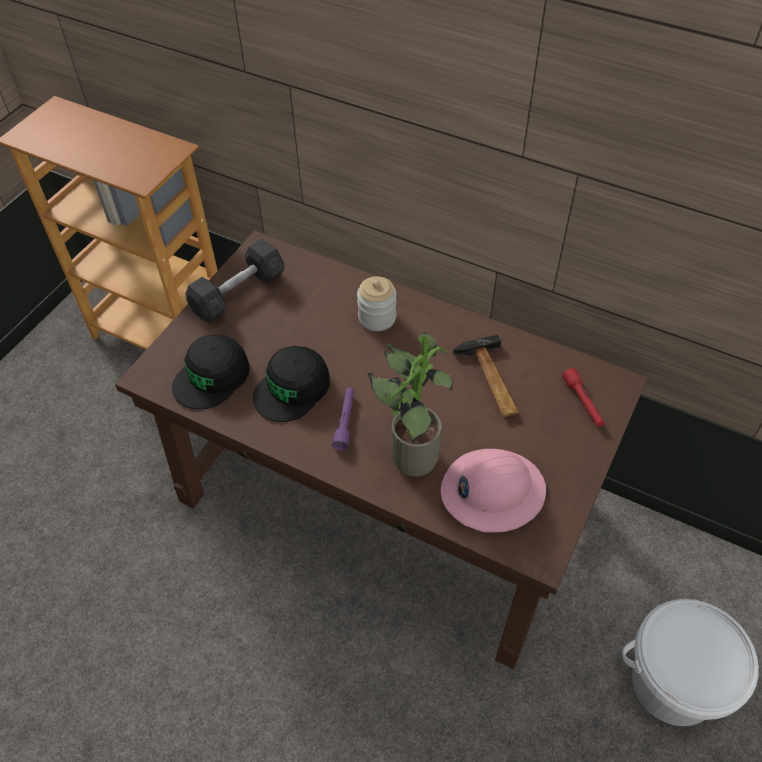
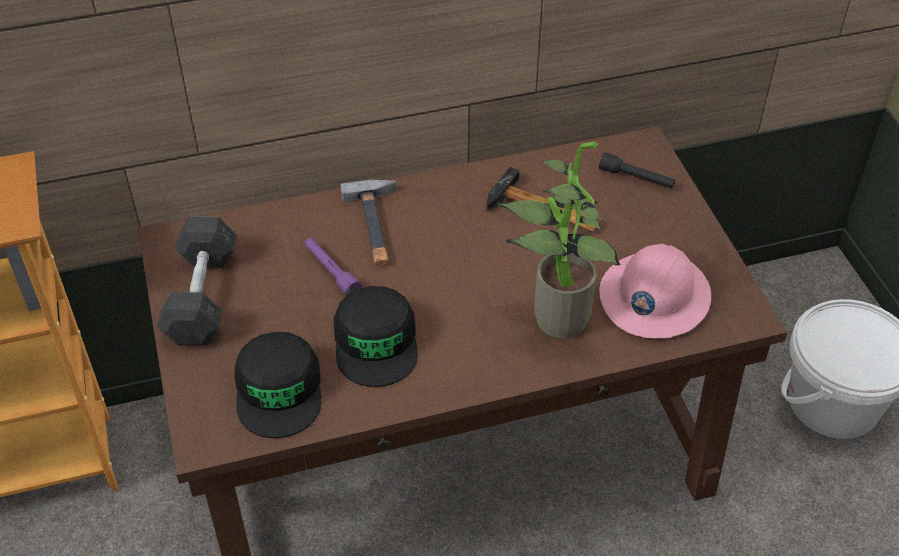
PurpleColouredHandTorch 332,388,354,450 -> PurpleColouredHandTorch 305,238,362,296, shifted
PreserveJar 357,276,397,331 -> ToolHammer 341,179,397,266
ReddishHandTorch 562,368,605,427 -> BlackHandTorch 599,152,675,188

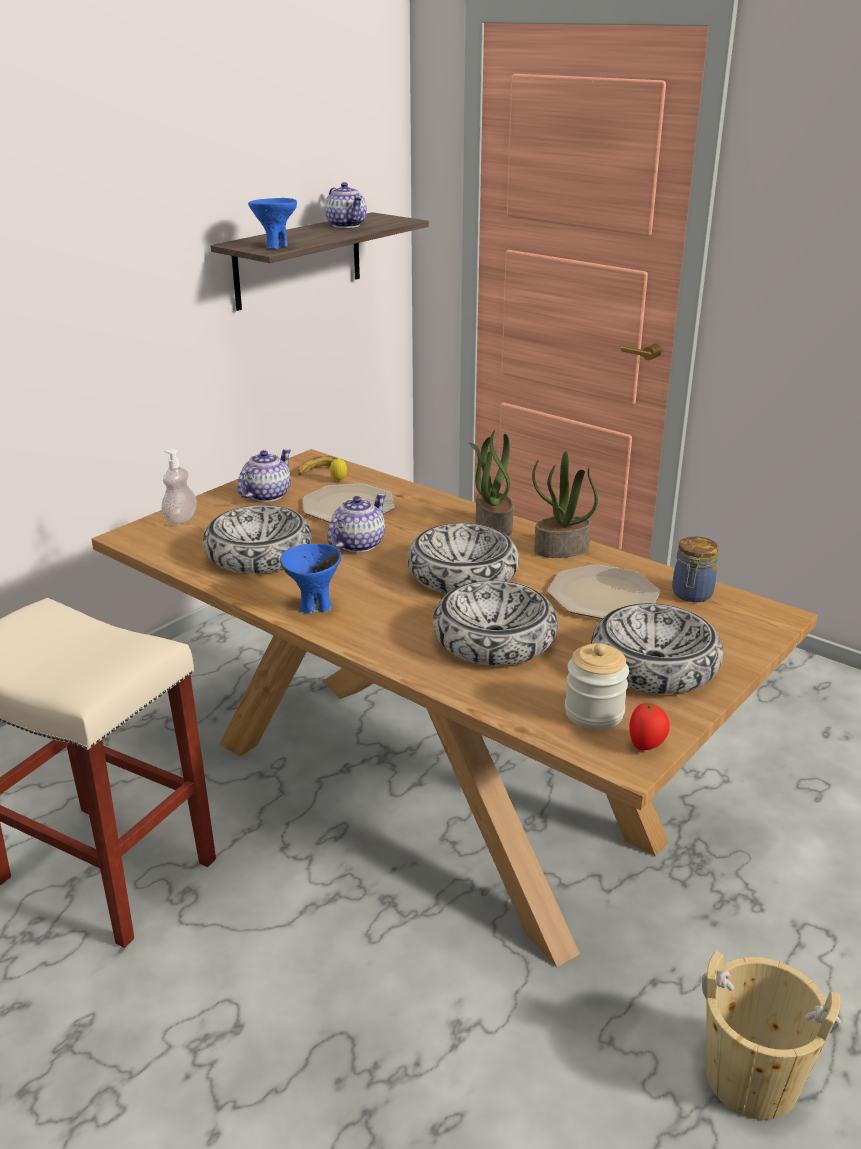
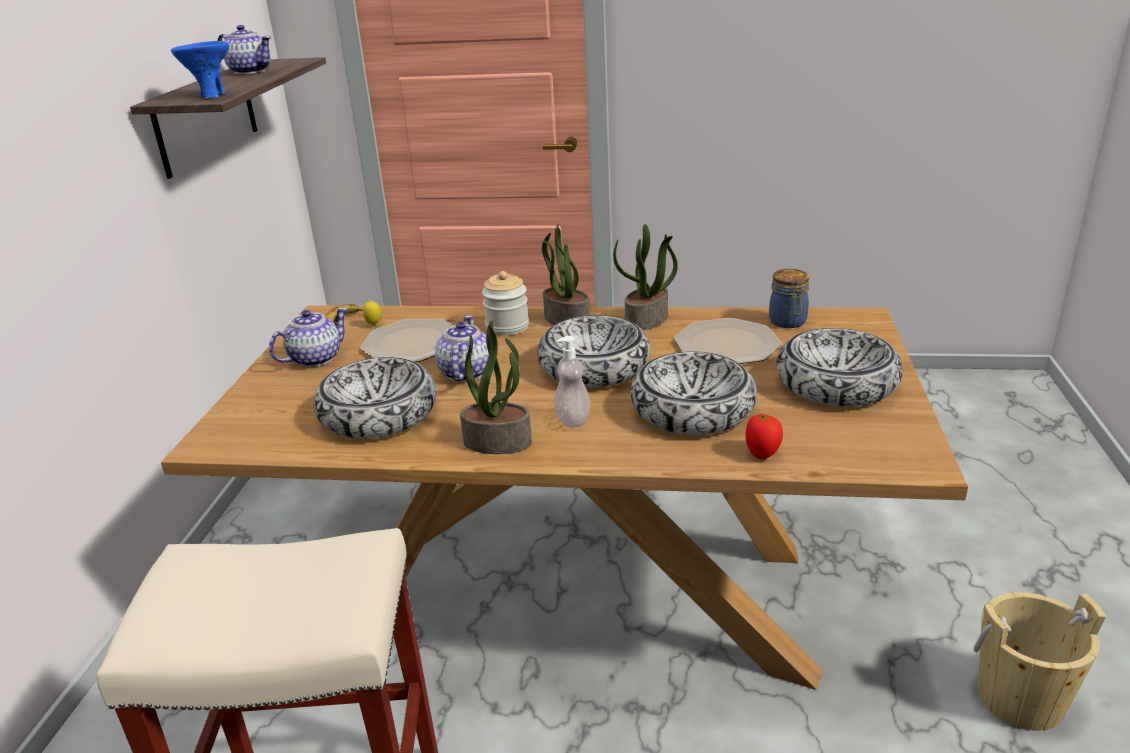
SoapBottle 161,449,197,524 -> SoapBottle 554,336,590,428, shifted
PreserveJar 565,643,629,730 -> PreserveJar 482,271,529,336, shifted
FreshTomato 630,702,670,751 -> FreshTomato 746,412,783,459, shifted
BluishBowl 280,544,342,614 -> Houseplant 460,321,532,454
Teapot 237,449,291,502 -> Teapot 269,308,348,367, 45 degrees clockwise

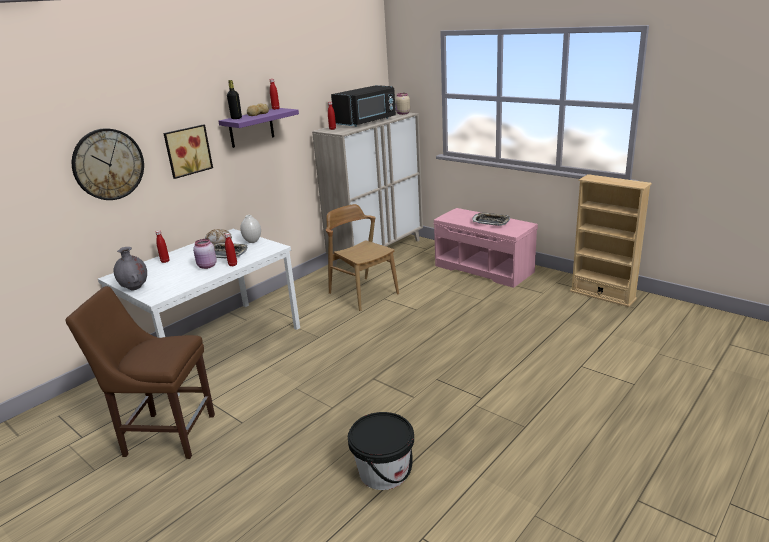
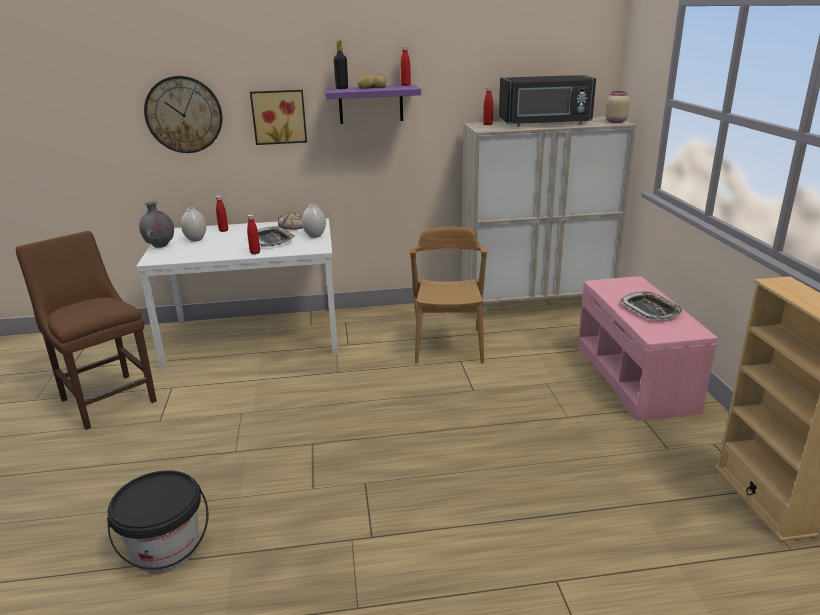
PinkishPreserveJar 193,239,217,269 -> none
none -> WhitishFlowerVase 181,207,206,242

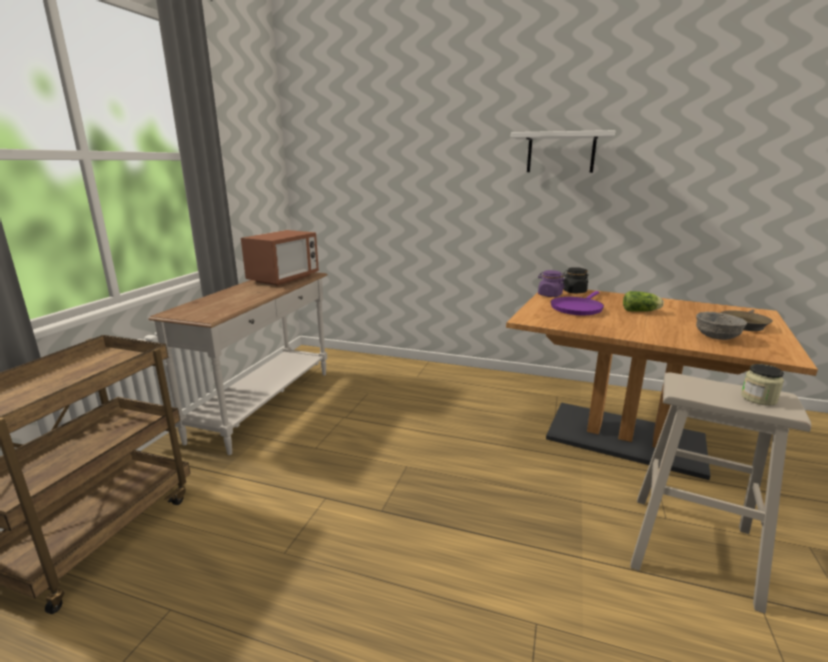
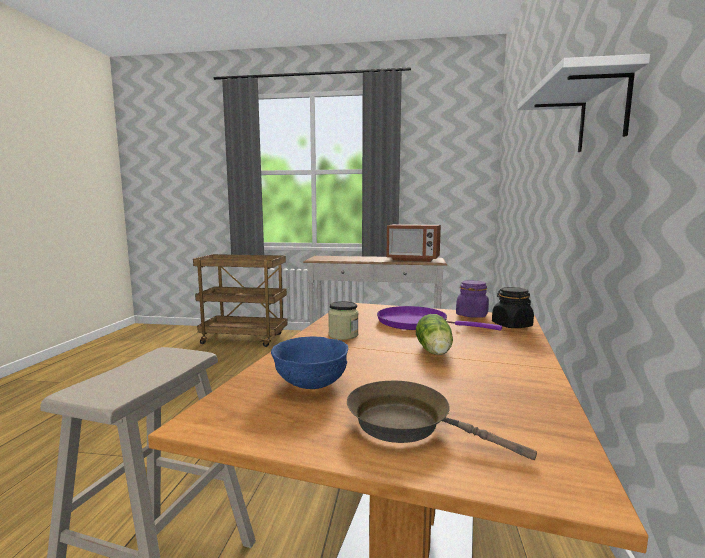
PreserveJar 741,364,784,406 -> PreserveJar 328,301,358,340, shifted
GrayBowl 696,312,747,340 -> BluishBowl 271,336,348,389

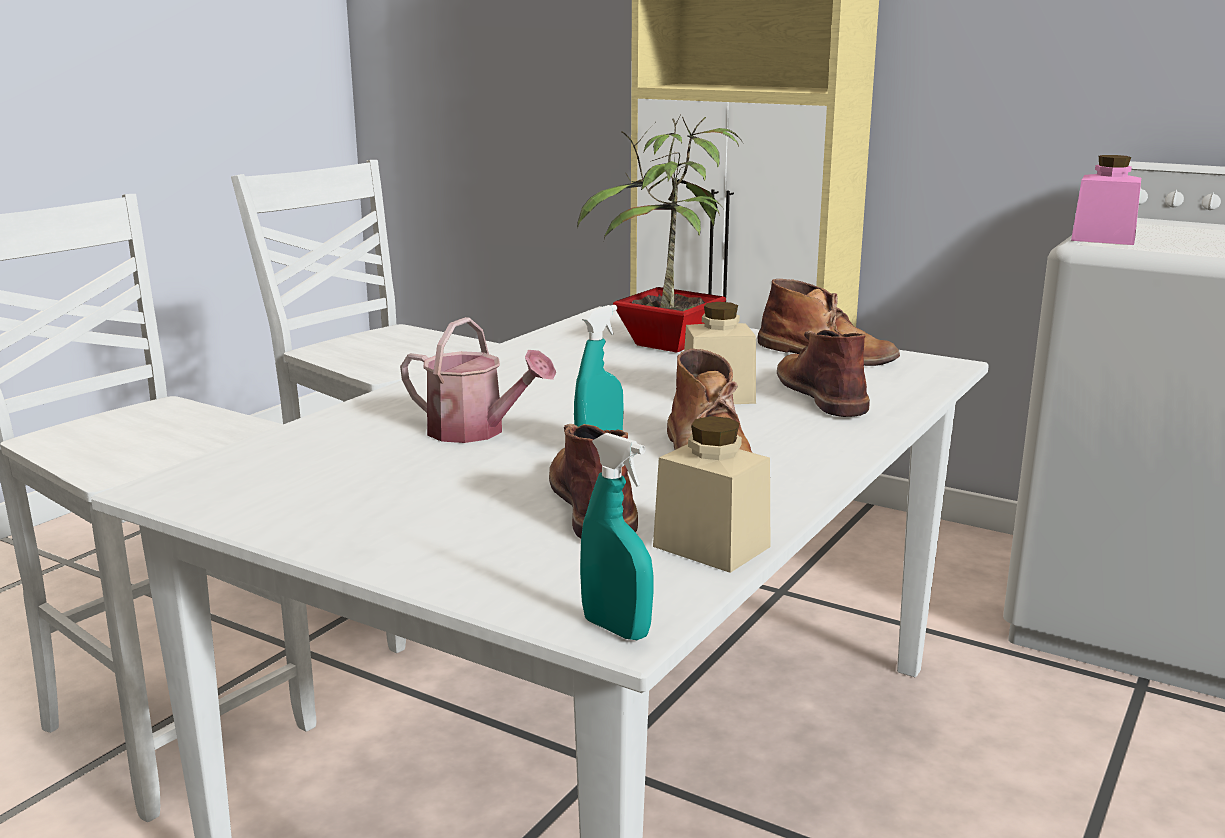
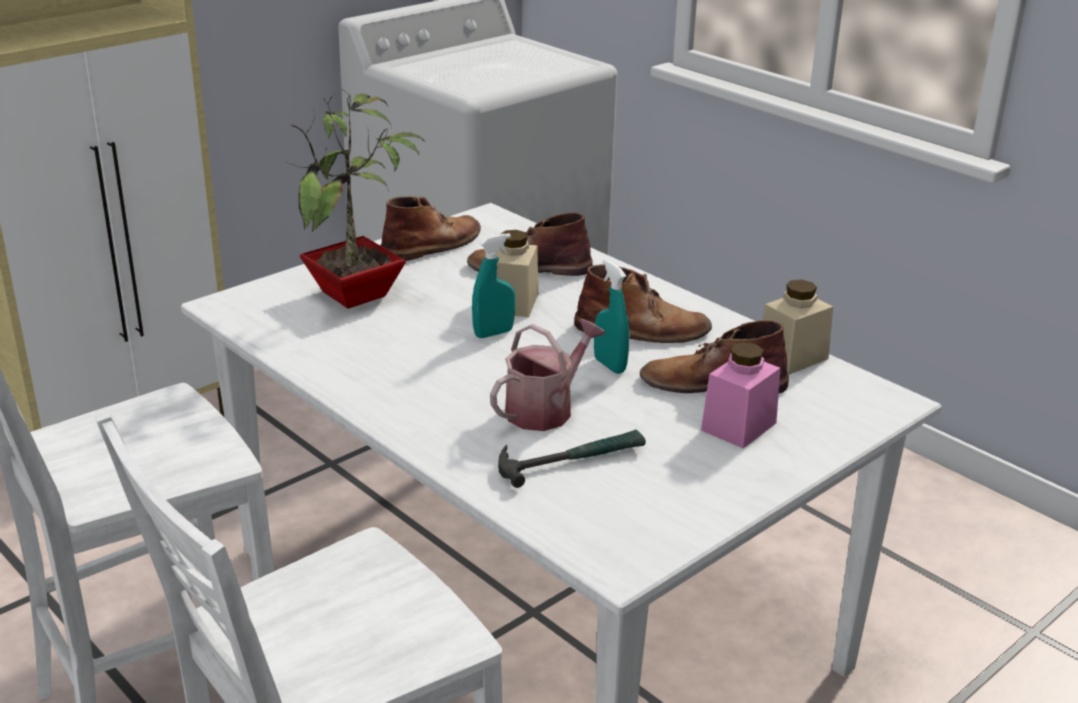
none -> ToolHammer 498,430,646,488
BlueGreenSprayBottle 580,433,653,640 -> BlueGreenSprayBottle 472,233,516,338, shifted
PinkishPreserveJar 1071,155,1141,245 -> PinkishPreserveJar 701,342,780,448, shifted

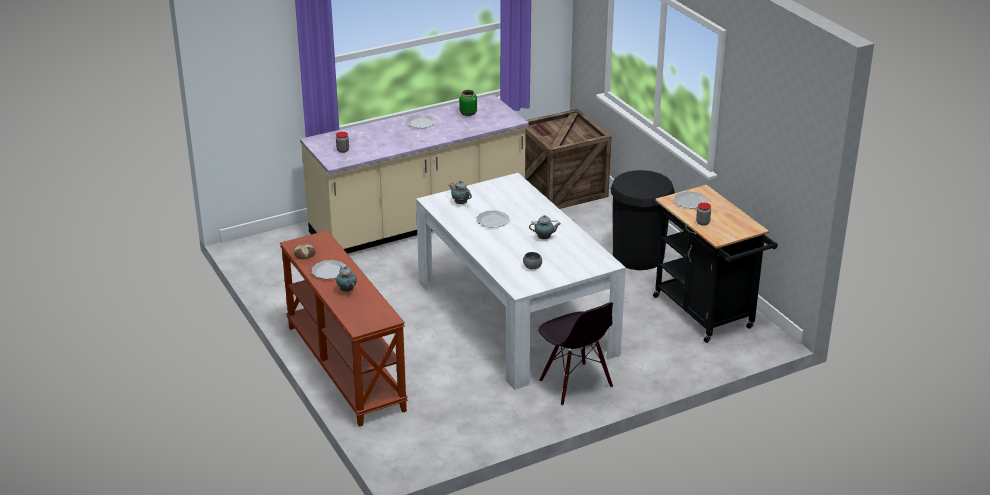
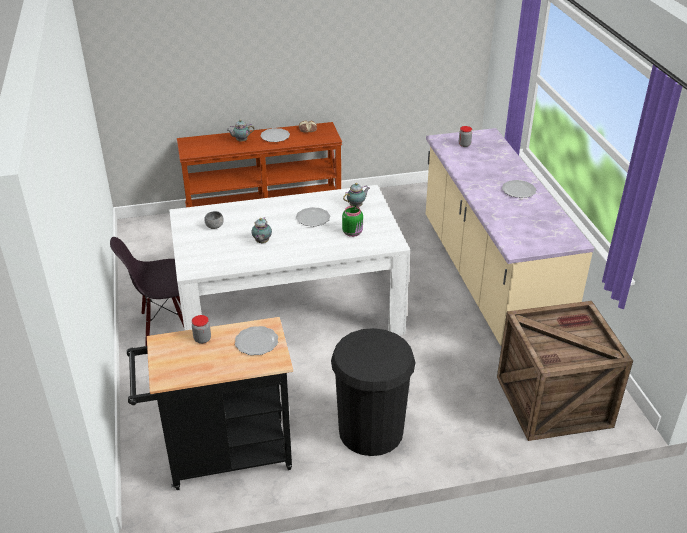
GreenColouredPreserveJar 459,90,477,116 -> GreenColouredPreserveJar 342,205,363,237, shifted

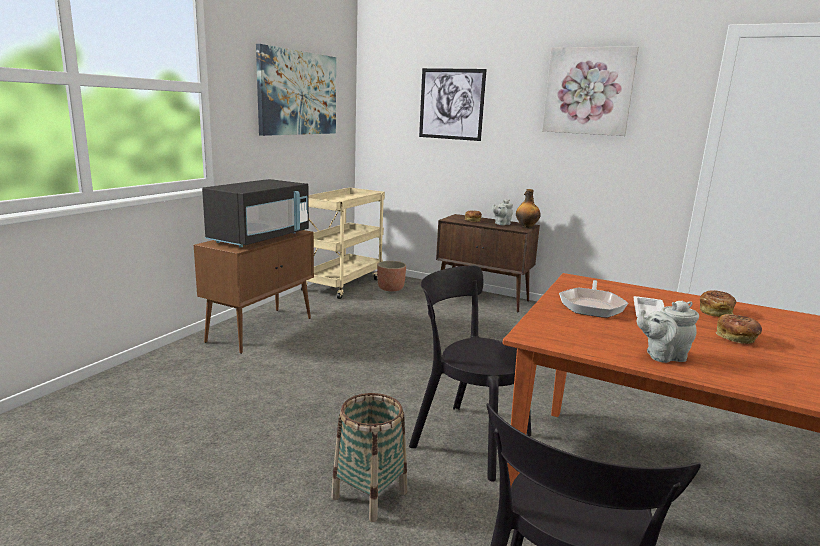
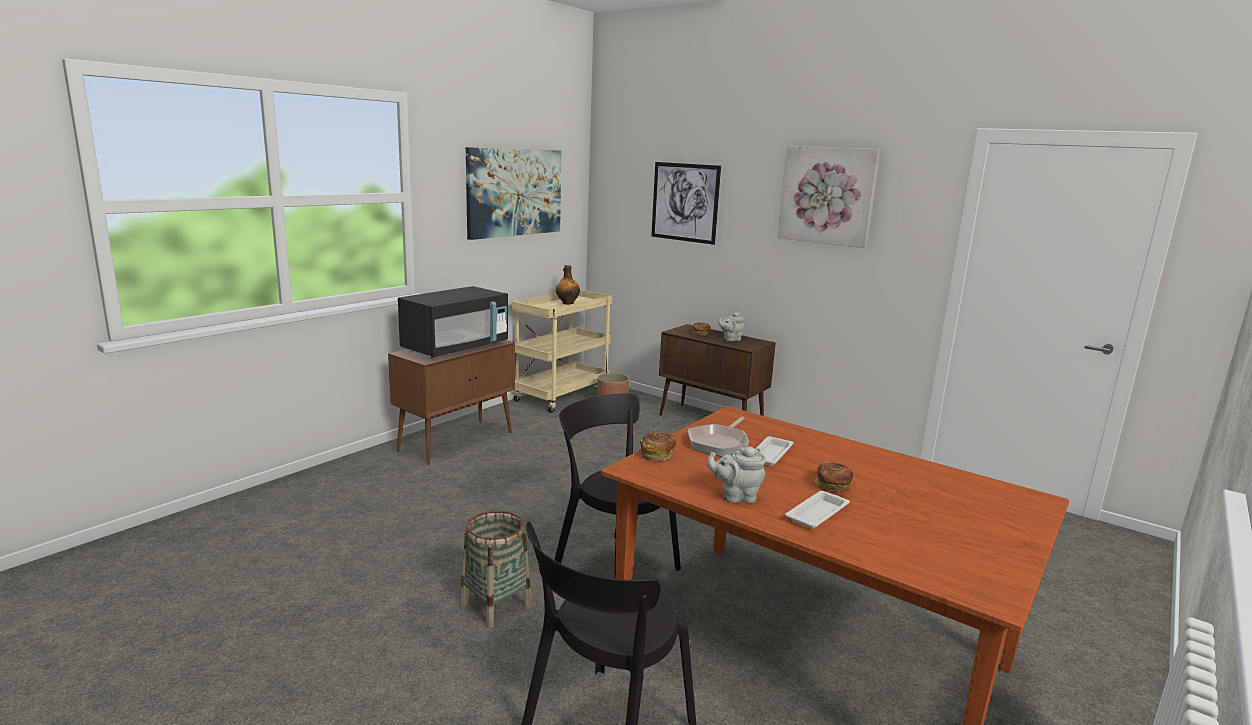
none -> WhitishTray 785,491,850,529
Bottle 516,189,541,229 -> Bottle 556,265,580,305, shifted
BakedBread 700,290,736,317 -> BakedBread 640,432,676,460, shifted

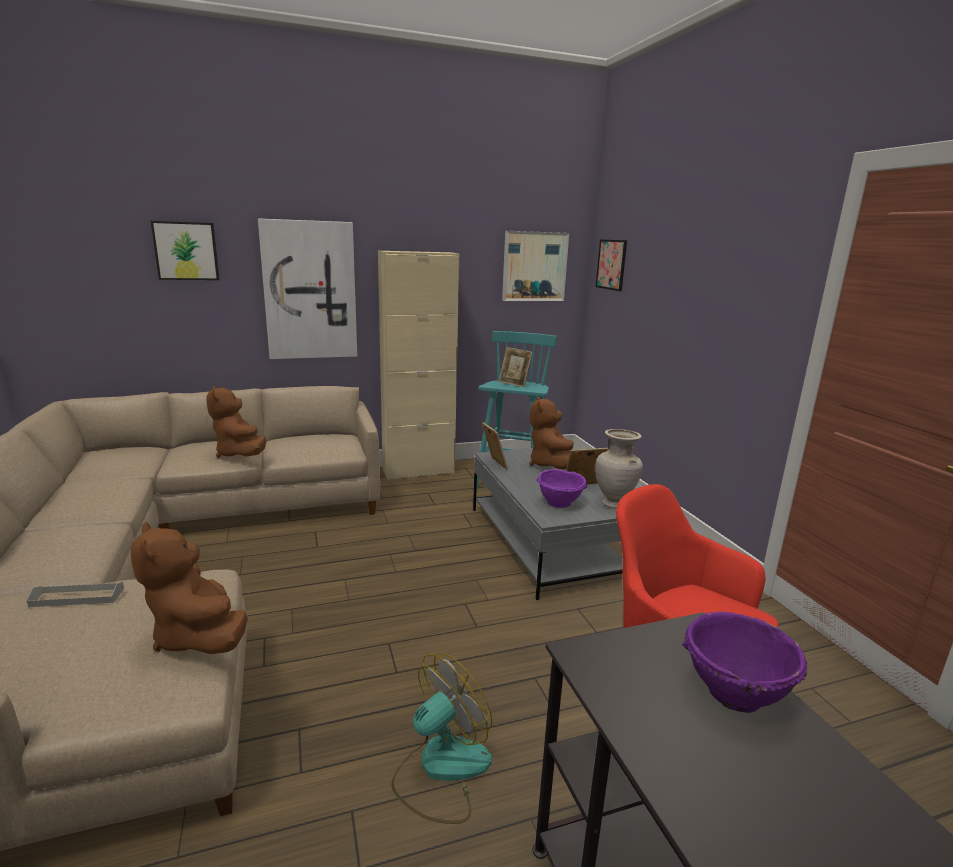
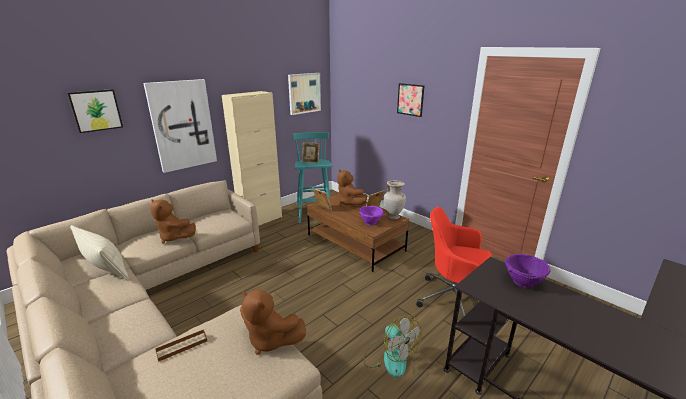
none -> SandColouredThrowPillow 70,225,129,281
WallPicture 595,240,627,291 -> WallPicture 397,83,424,117, shifted
GrayTray 27,582,124,607 -> BrownishTray 155,329,207,362
GrayLowTable 473,448,623,600 -> BrownishLowTable 307,193,409,272
ElectricFan 391,653,492,824 -> ElectricFan 364,315,422,378, 120 degrees clockwise

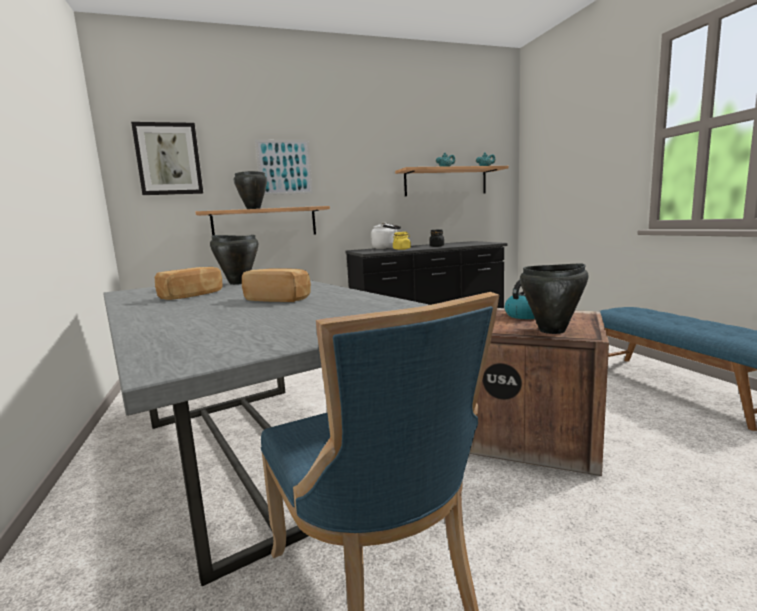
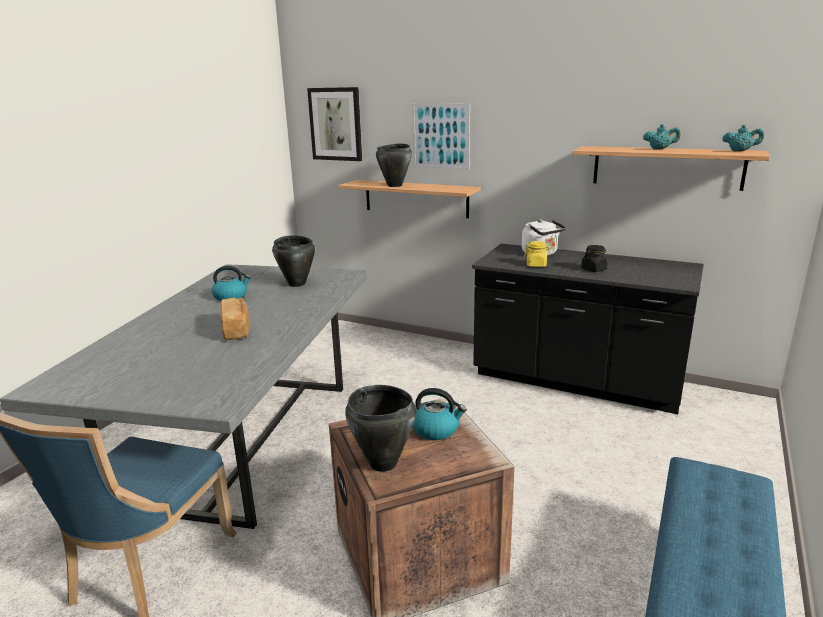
BakedBread 155,267,223,300 -> WaterKettle 212,266,251,301

